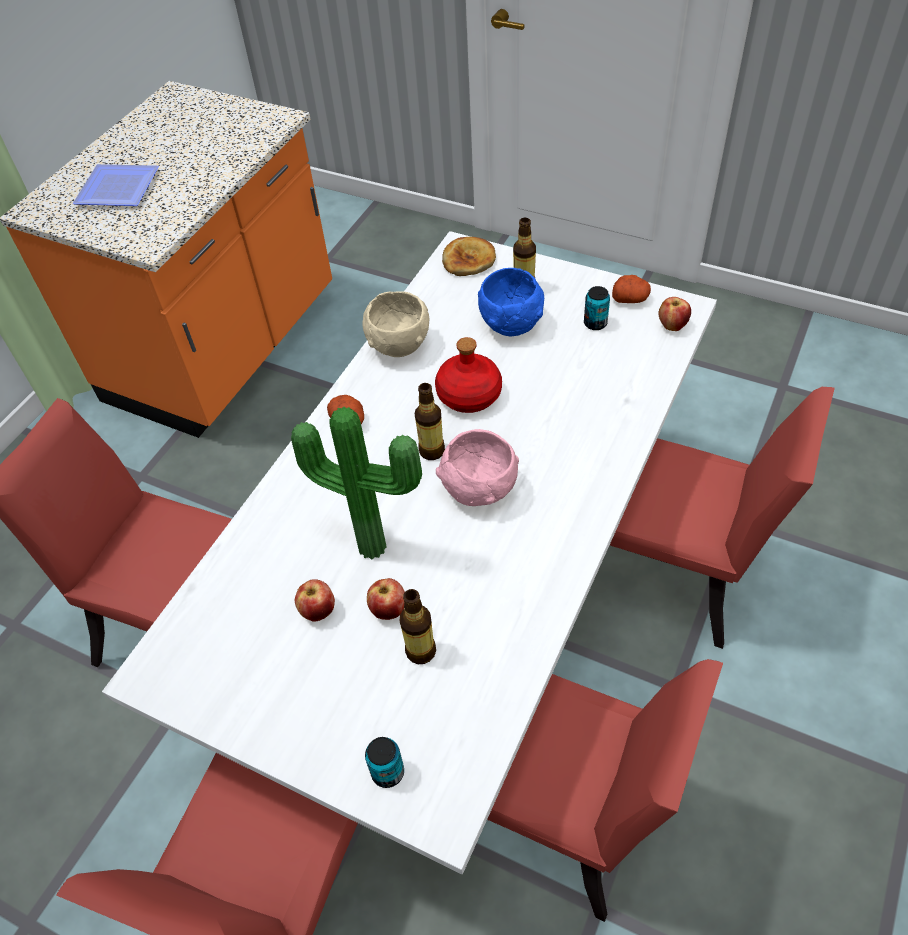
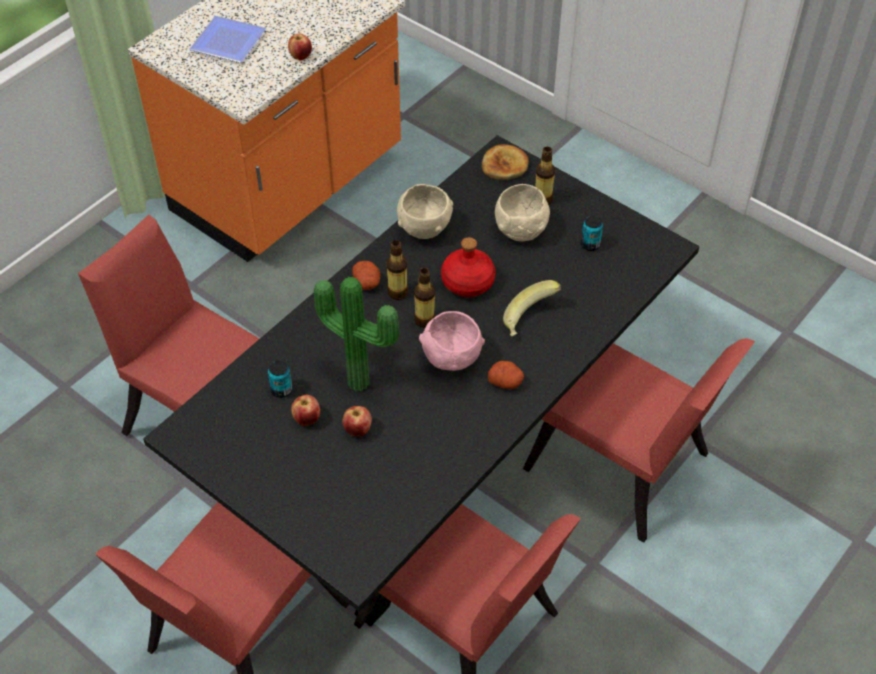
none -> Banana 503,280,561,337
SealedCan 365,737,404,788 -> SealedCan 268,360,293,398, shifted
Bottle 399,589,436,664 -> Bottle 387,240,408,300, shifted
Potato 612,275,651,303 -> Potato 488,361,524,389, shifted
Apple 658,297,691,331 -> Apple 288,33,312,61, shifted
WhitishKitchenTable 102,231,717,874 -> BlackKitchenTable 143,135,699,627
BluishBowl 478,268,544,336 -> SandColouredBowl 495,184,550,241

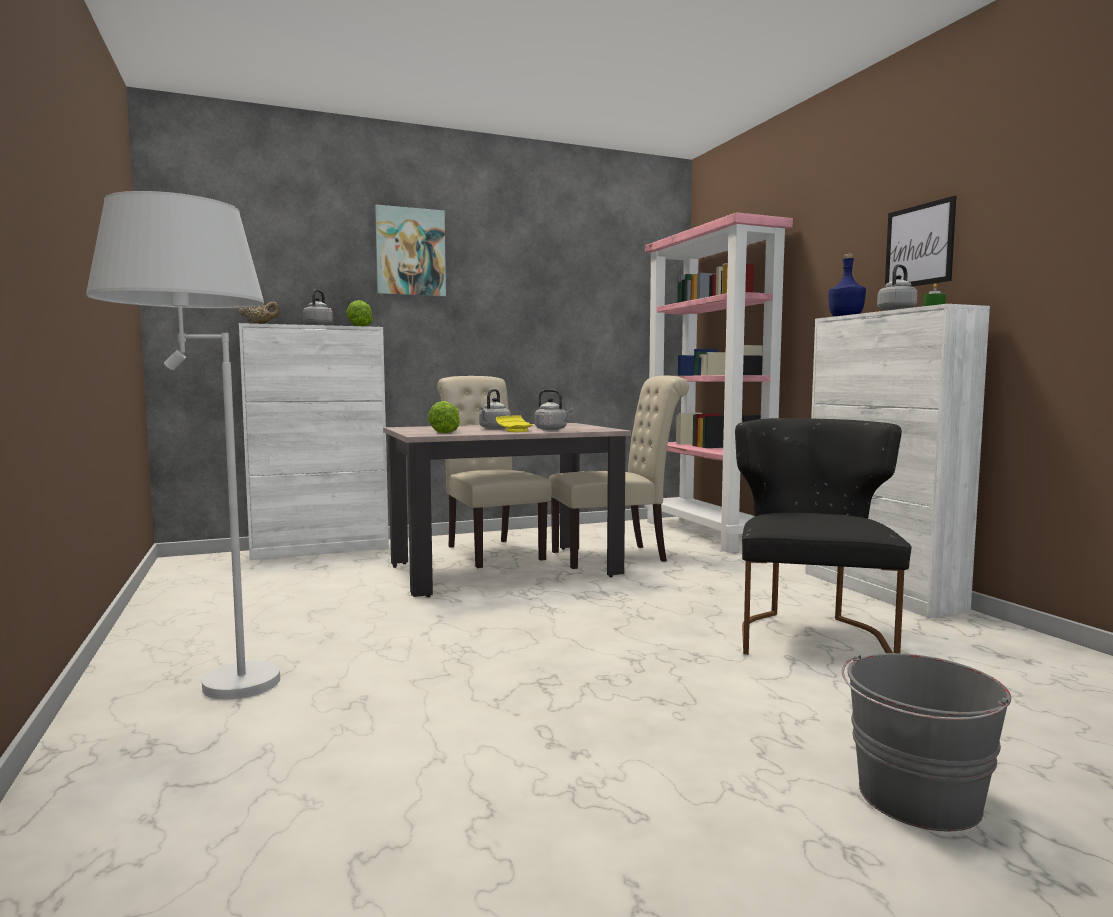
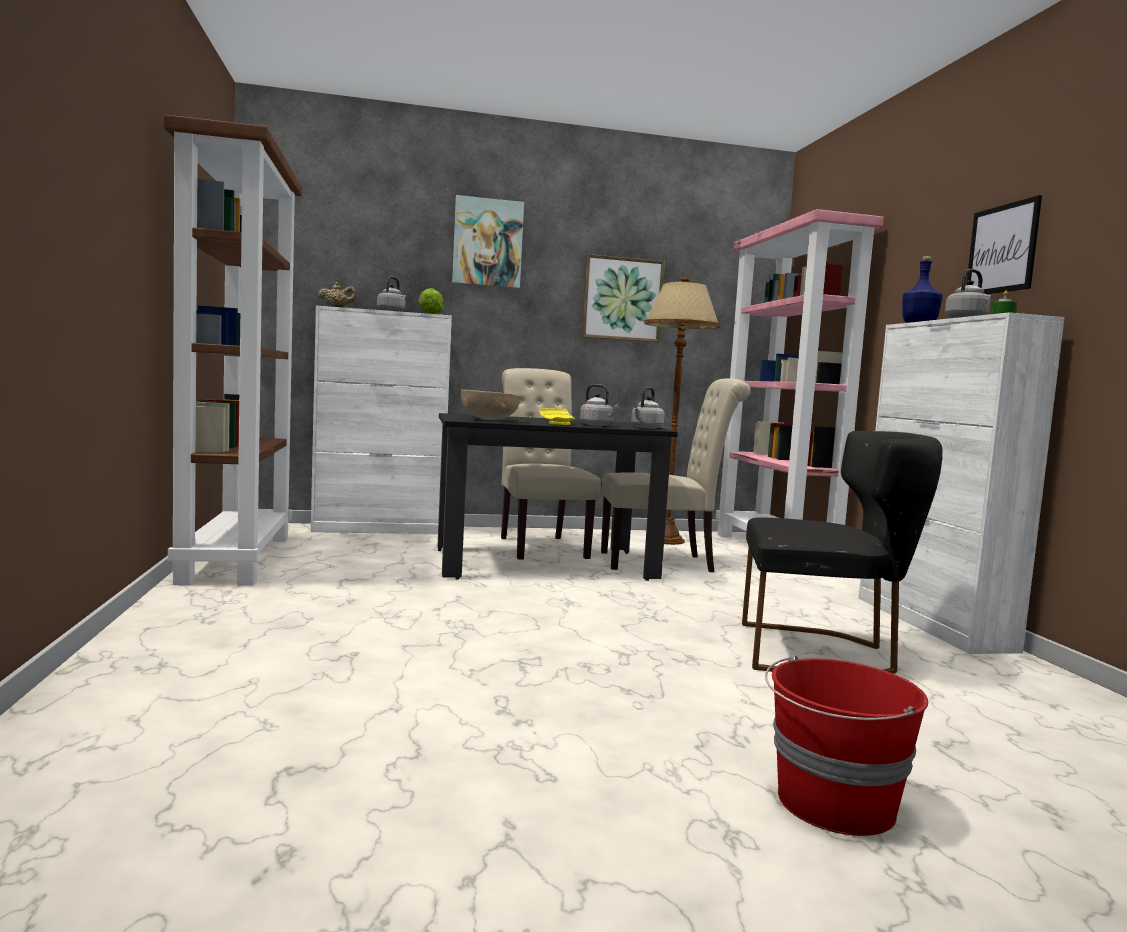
WhitishFloorLamp 86,191,280,699 -> none
none -> BrownishBookshelf 164,115,302,585
none -> WallPicture 581,254,665,342
none -> BrownishFloorLamp 644,277,720,545
GrayWaterKettle 479,389,511,429 -> GrayWaterKettle 631,387,665,429, shifted
LettuceHead 428,401,460,433 -> BrownishBowl 461,390,520,420
SandColouredKitchenTable 383,423,631,597 -> BlackKitchenTable 437,413,678,581
GrayBucket 842,653,1011,831 -> ReddishBucket 765,655,928,836
BlackChair 735,418,911,655 -> BlackChair 742,431,942,674, 75 degrees clockwise

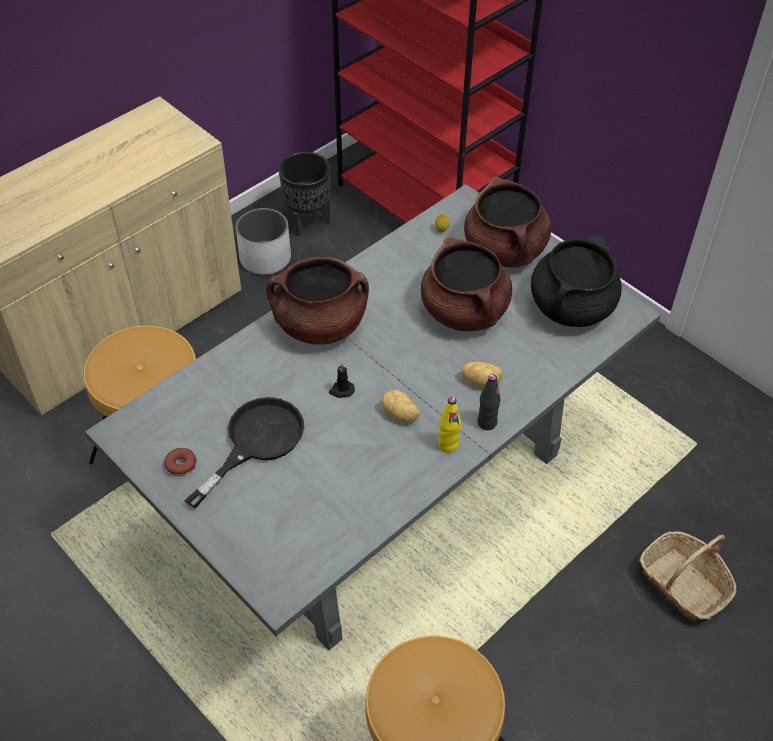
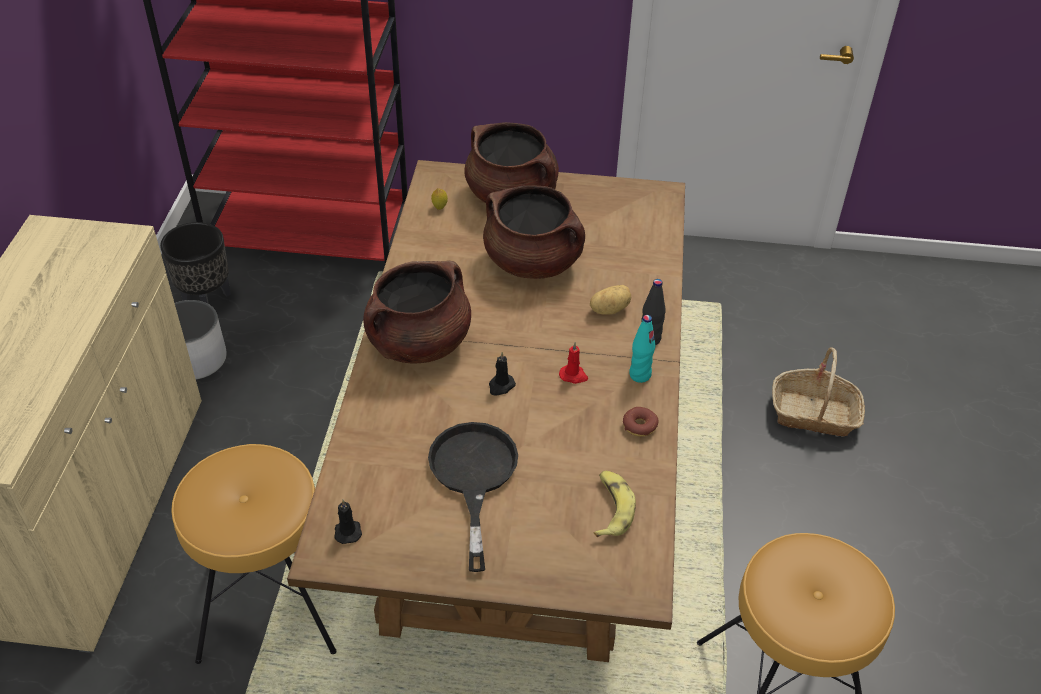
BlackSaucepot 531,235,622,327 -> none
none -> BlackWaxCandle 334,500,362,544
none -> Banana 594,471,636,537
Doughnut 164,448,197,476 -> Doughnut 623,407,659,437, shifted
Potato 381,389,420,423 -> ReddishWaxCandle 559,342,588,384
GrayKitchenTable 85,184,661,650 -> BrownishKitchenTable 287,160,685,662
YellowBottle 438,397,461,453 -> BlueGreenBottle 629,315,656,383

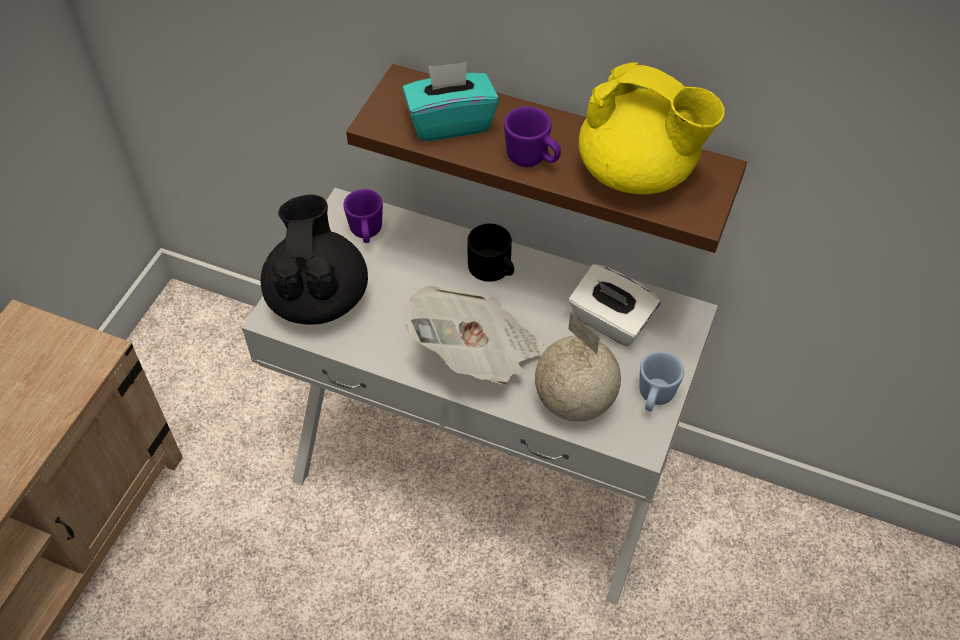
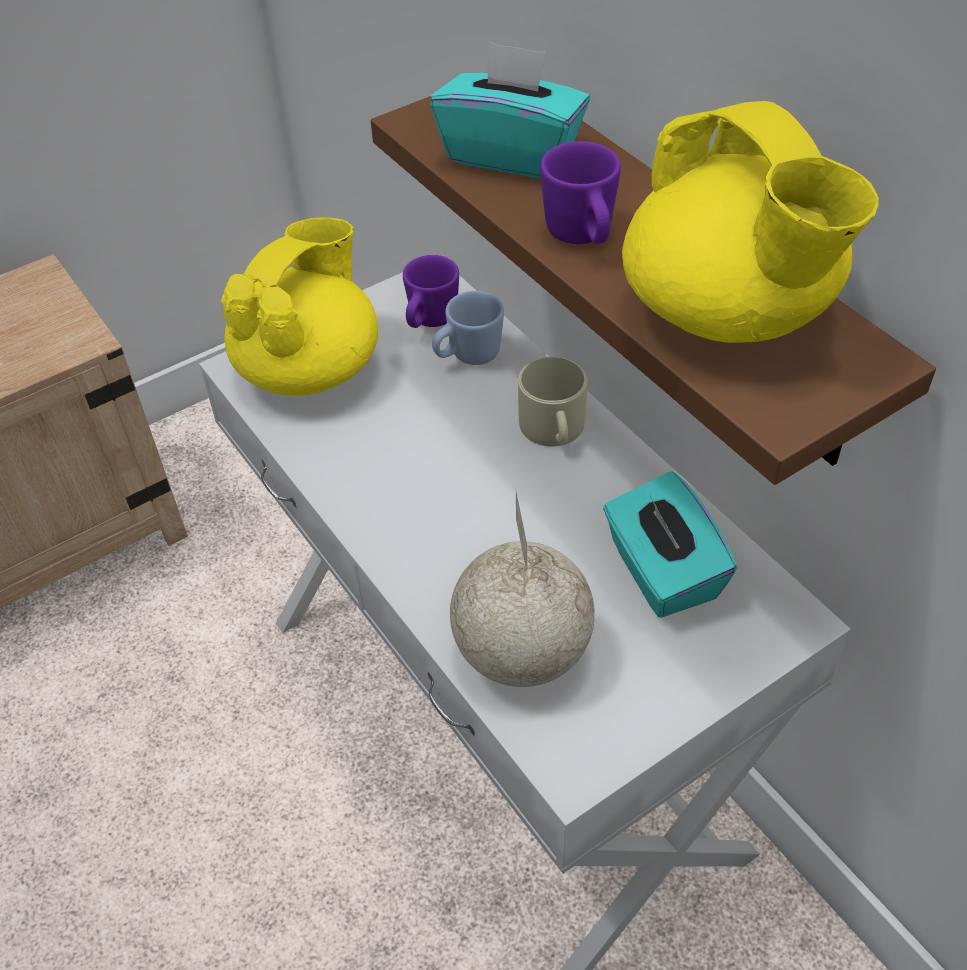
Newspaper 406,286,546,384 -> none
BluishCoffeeMug 639,351,684,411 -> BluishCoffeeMug 432,291,504,365, shifted
BlackTeapot 260,194,368,325 -> YellowTeapot 221,217,378,396
BlackCoffeeMug 467,224,514,282 -> SandColouredCoffeeMug 518,357,587,447
WhitishBoxOfTissues 568,264,661,346 -> BlueGreenBoxOfTissues 603,471,737,618

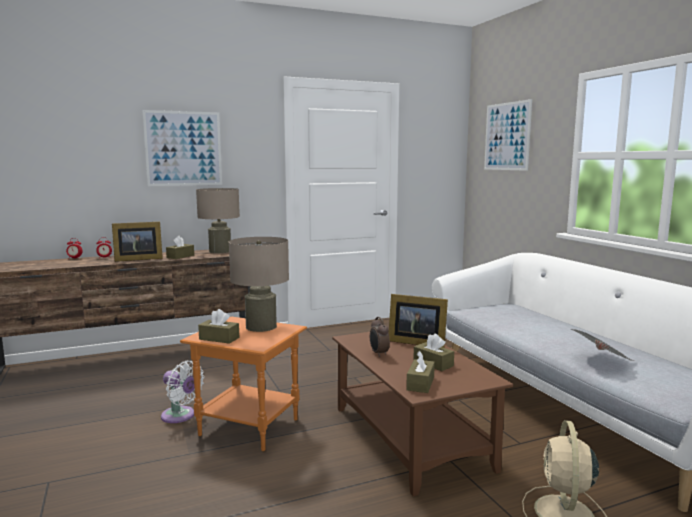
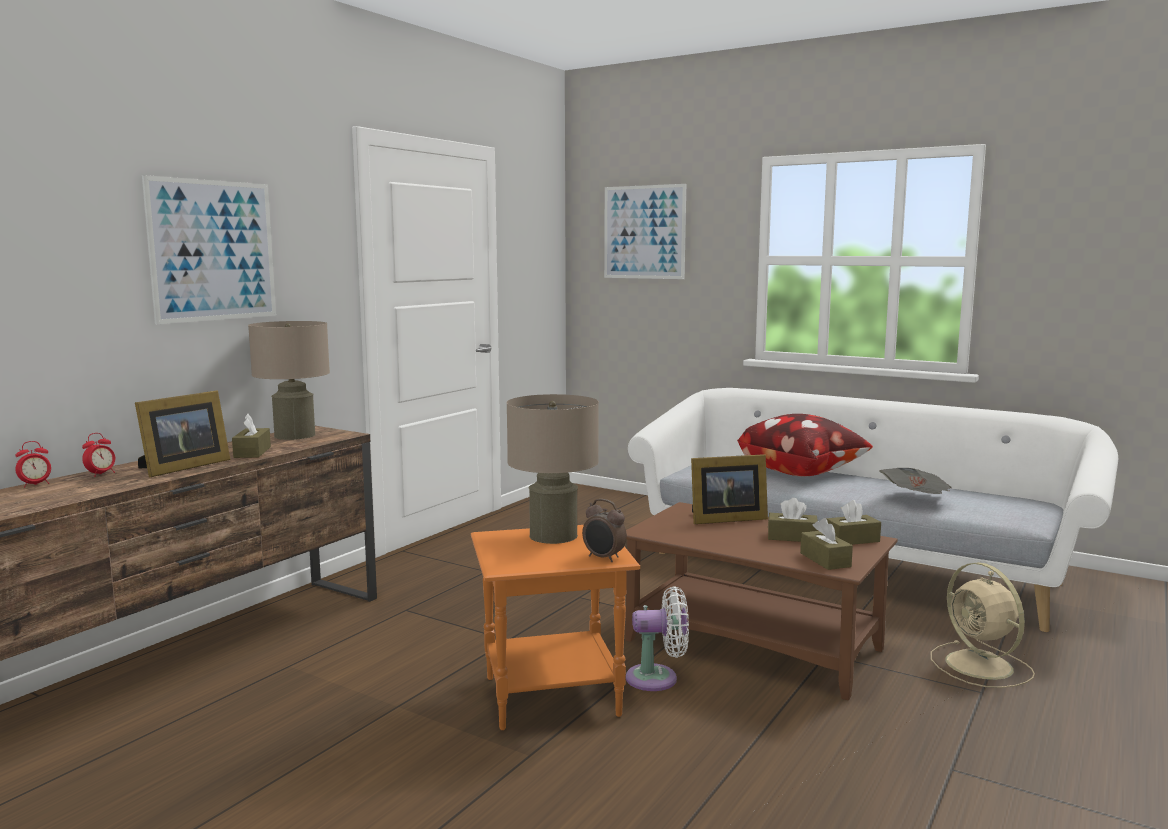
none -> ThrowPillow 737,414,873,477
WhitishElectricFan 161,361,204,423 -> WhitishElectricFan 626,586,689,691, shifted
BrownishBoxOfTissues 198,309,239,344 -> BrownishBoxOfTissues 826,500,881,545, shifted
BedsideClock 370,317,390,357 -> BedsideClock 582,499,627,562, shifted

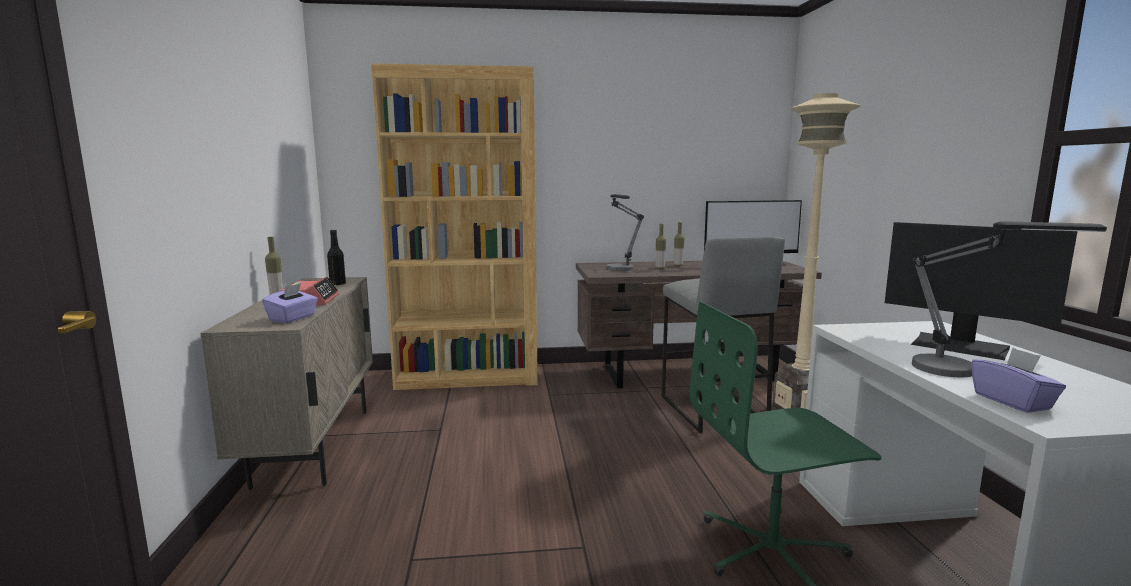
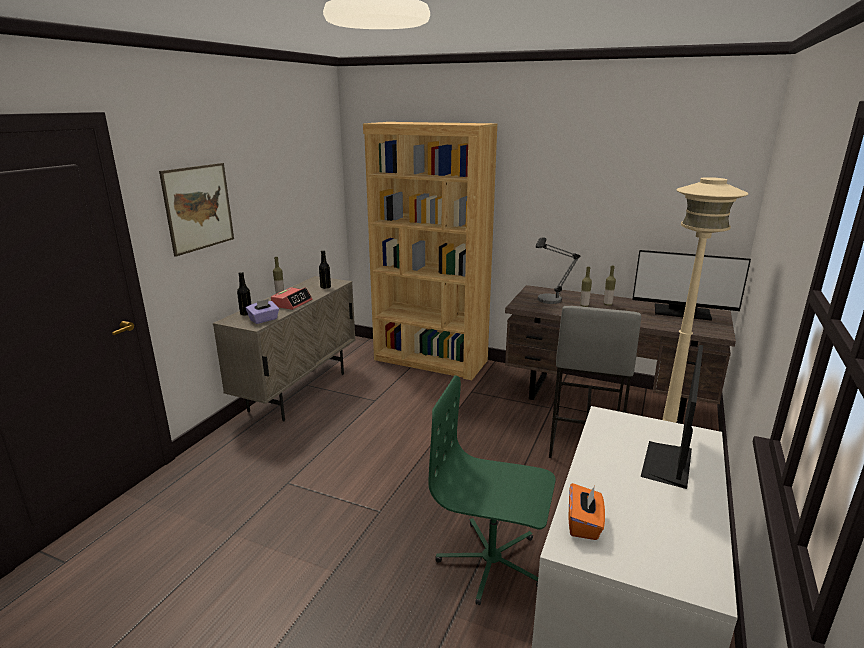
TabletopLamp 912,221,1107,378 -> none
none -> WallPicture 159,163,234,257
none -> BlackBottle 237,272,251,315
PurpleColouredBoxOfTissues 971,348,1066,413 -> OrangeBoxOfTissues 569,483,605,540
Monitor 885,222,1078,360 -> Monitor 641,345,703,489, 45 degrees clockwise

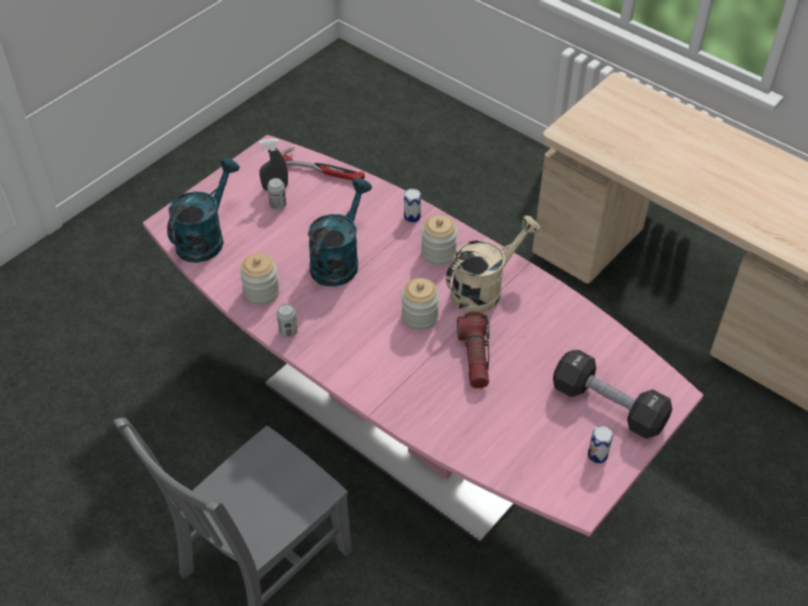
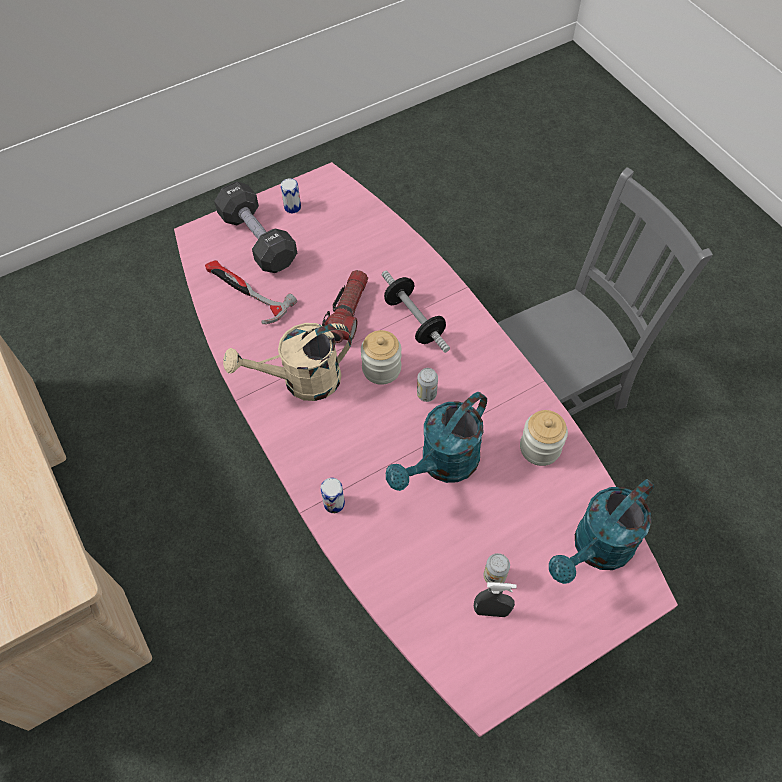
PreserveJar 421,215,457,265 -> none
none -> HandWeight 381,271,450,353
SealedCan 277,304,298,338 -> SealedCan 417,368,438,402, shifted
ToolHammer 281,147,365,181 -> ToolHammer 205,260,297,324, shifted

